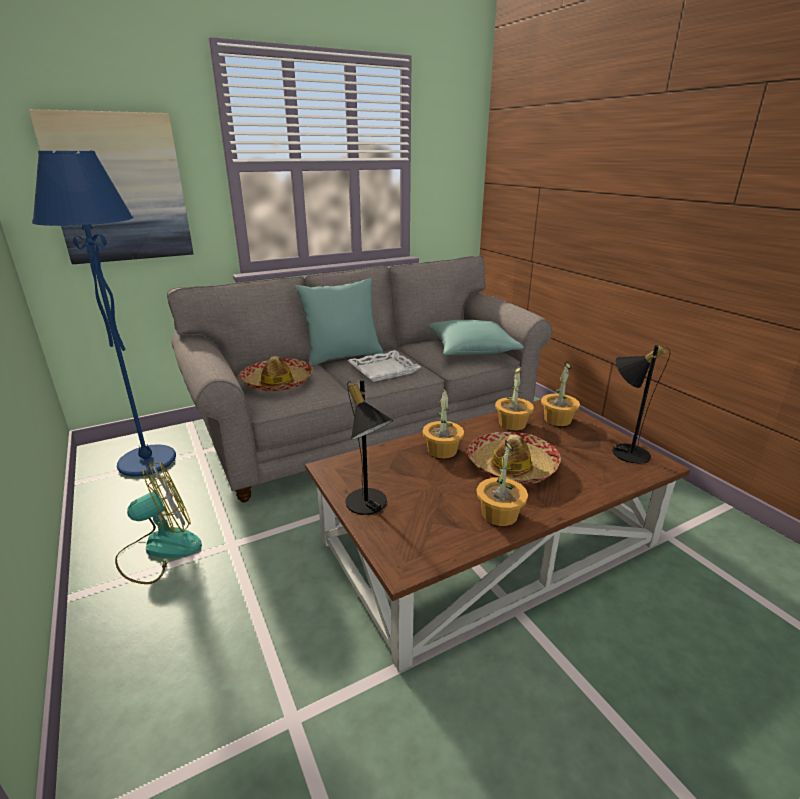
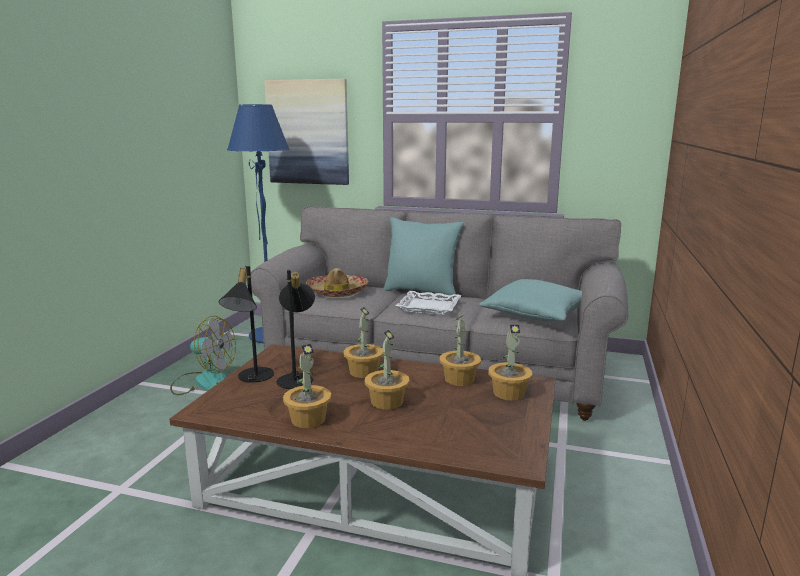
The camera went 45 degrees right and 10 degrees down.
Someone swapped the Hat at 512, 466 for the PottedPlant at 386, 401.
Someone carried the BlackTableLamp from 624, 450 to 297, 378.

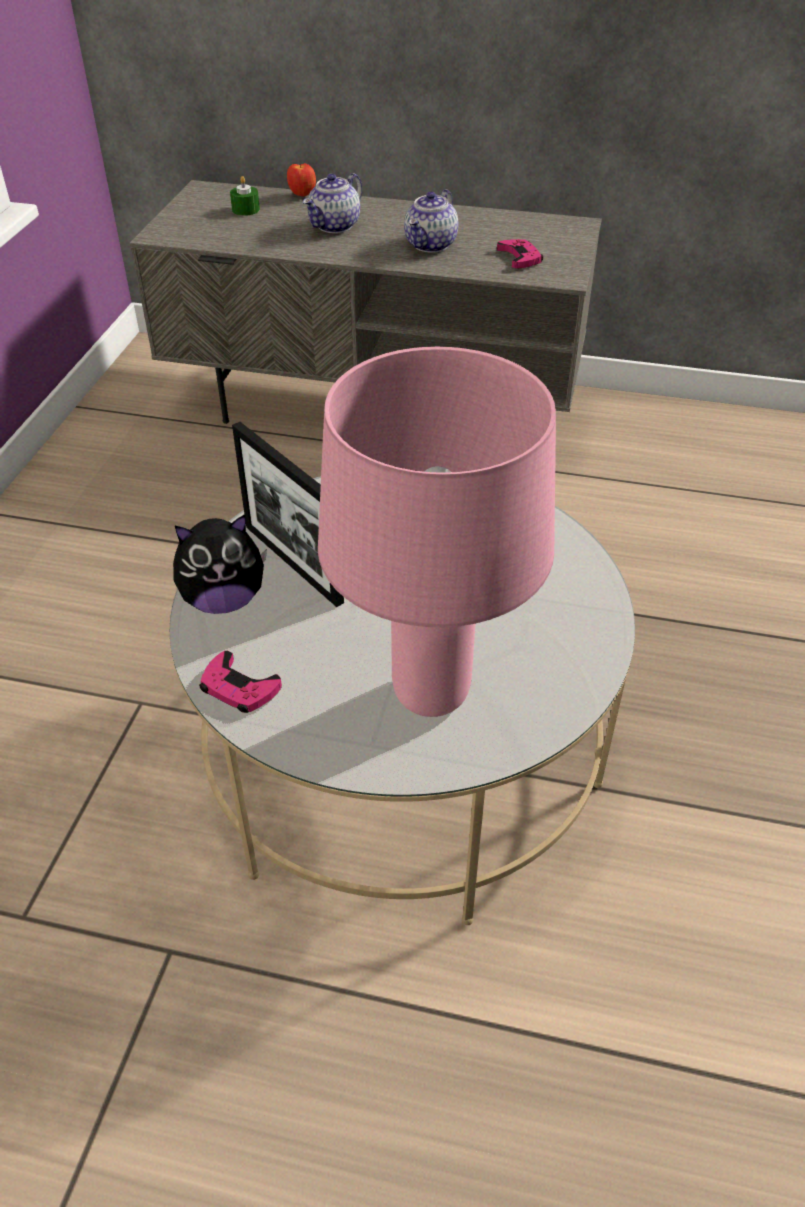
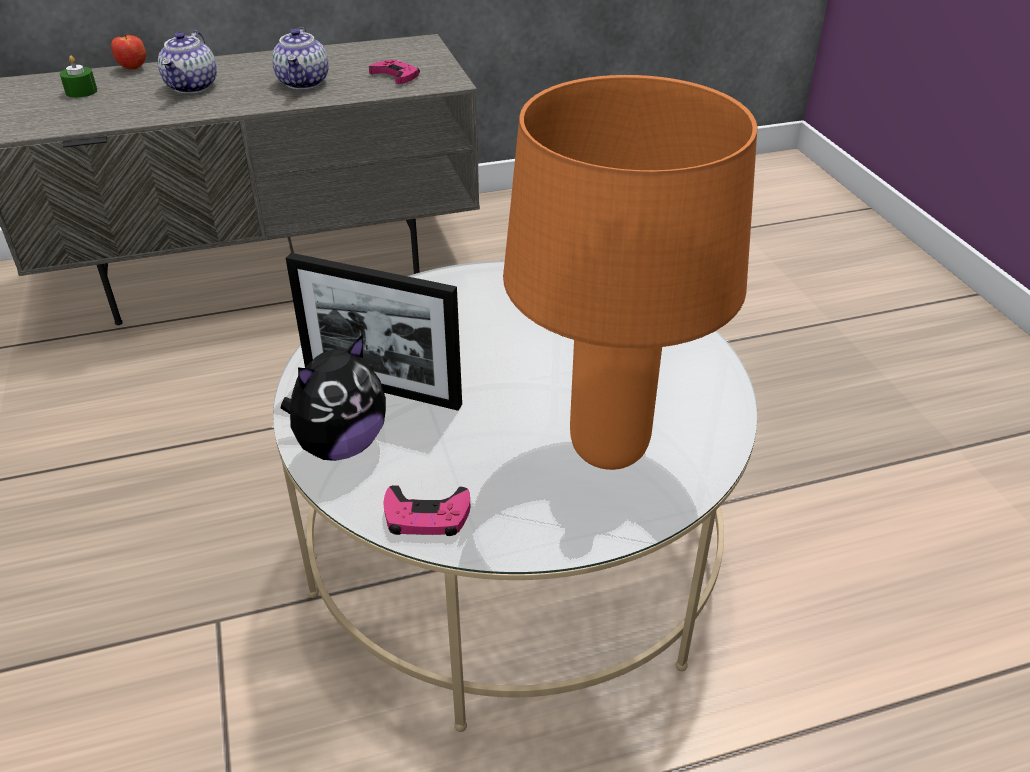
The camera went 30 degrees left and 5 degrees down.
Someone repainted the PinkTableLamp at 429, 693, which became the OrangeTableLamp at 607, 449.

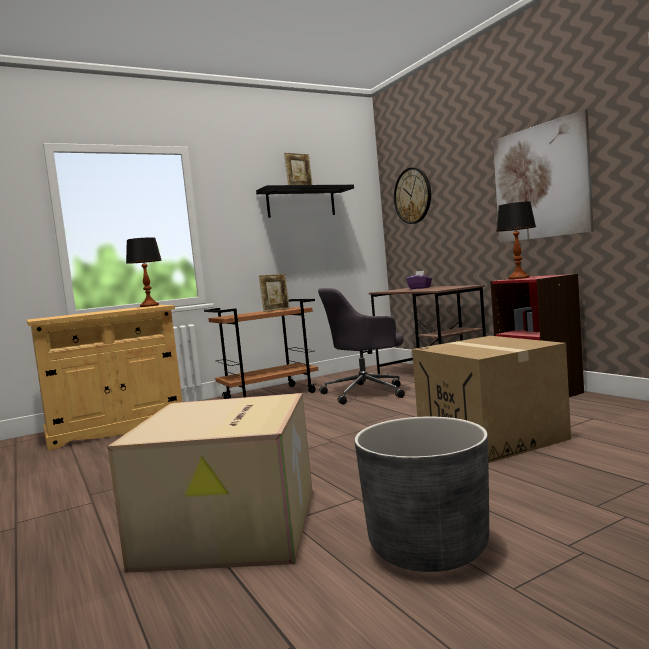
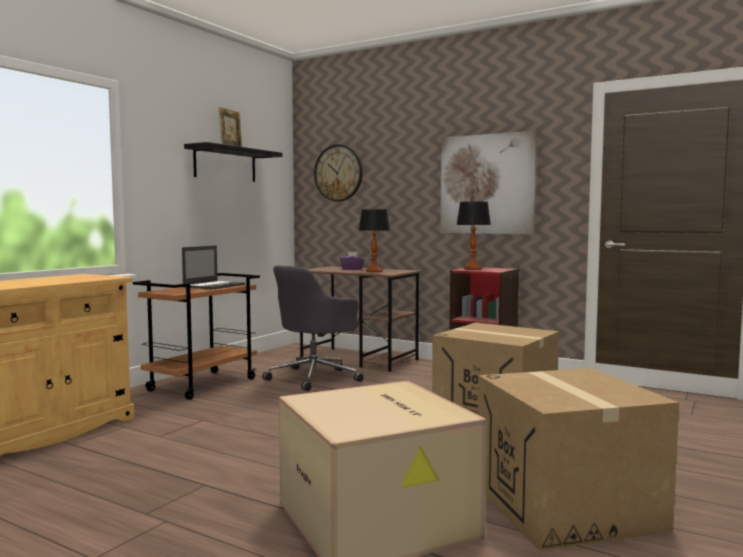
The camera went 30 degrees left and 0 degrees up.
Someone carried the TableLamp from 149, 306 to 374, 271.
Someone swapped the PictureFrame at 276, 310 for the Laptop at 214, 286.
Someone swapped the GreyPlanter at 428, 547 for the CardboardBox at 567, 507.

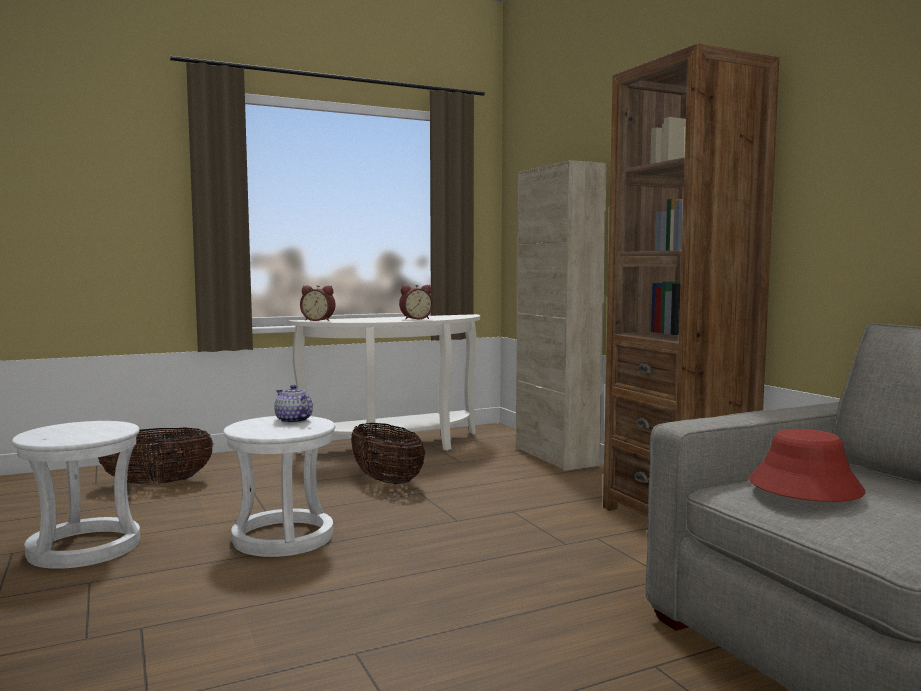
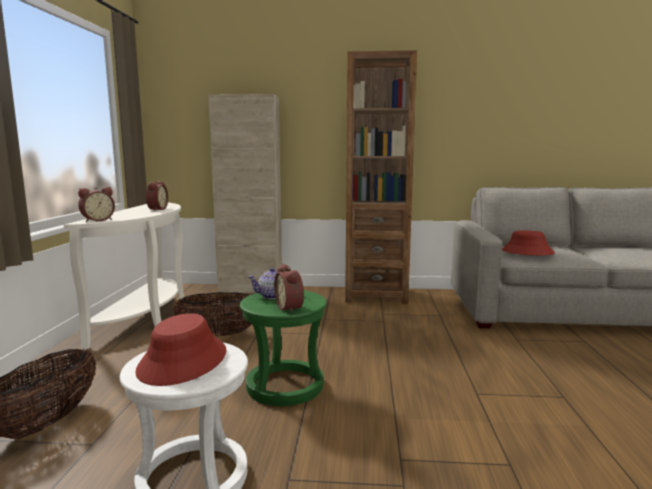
The camera went 60 degrees left and 5 degrees up.
Someone repainted the WhiteStool at 283, 538, which became the GreenStool at 285, 386.
Someone put down the RedHat at 183, 361.
Someone put down the AlarmClock at 291, 308.

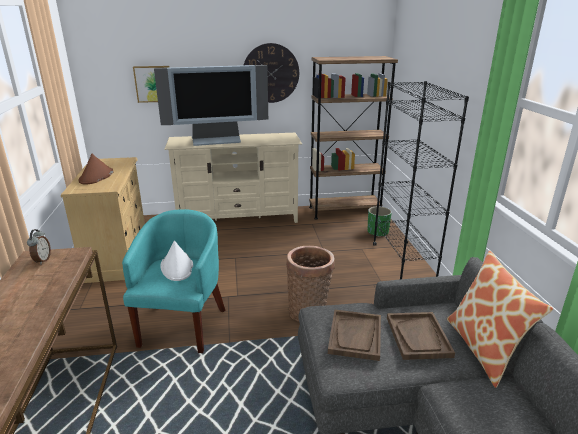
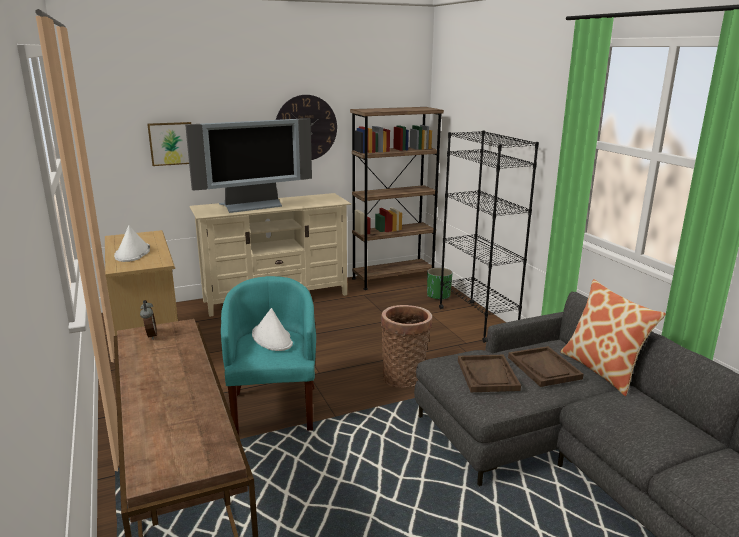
The camera went 15 degrees left and 5 degrees down.
Someone repainted the BrownHat at 96, 177, which became the WhiteHat at 132, 253.

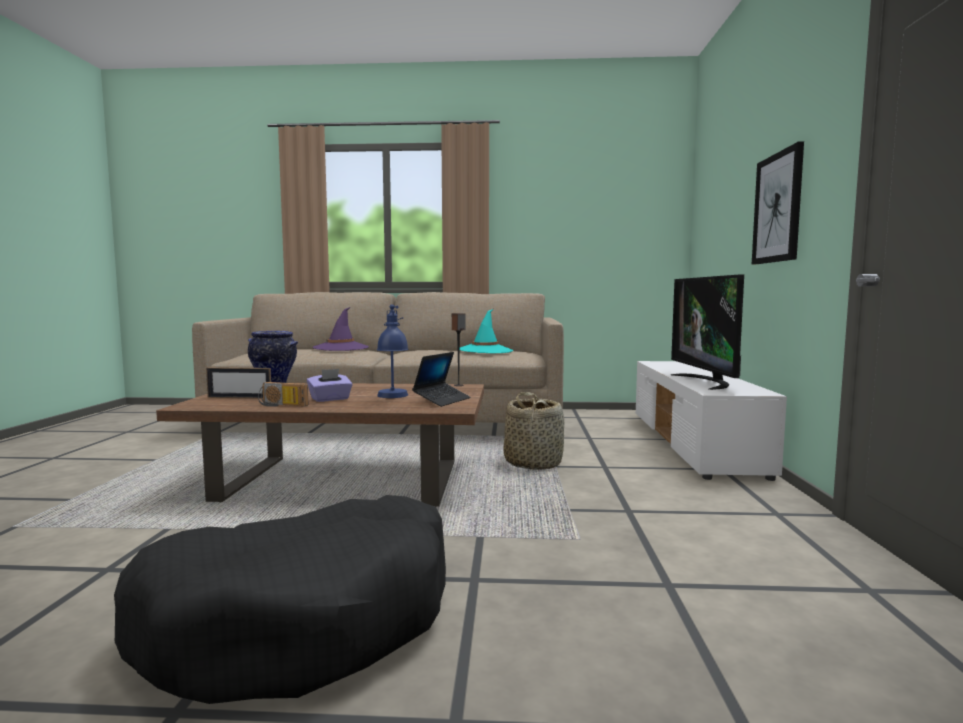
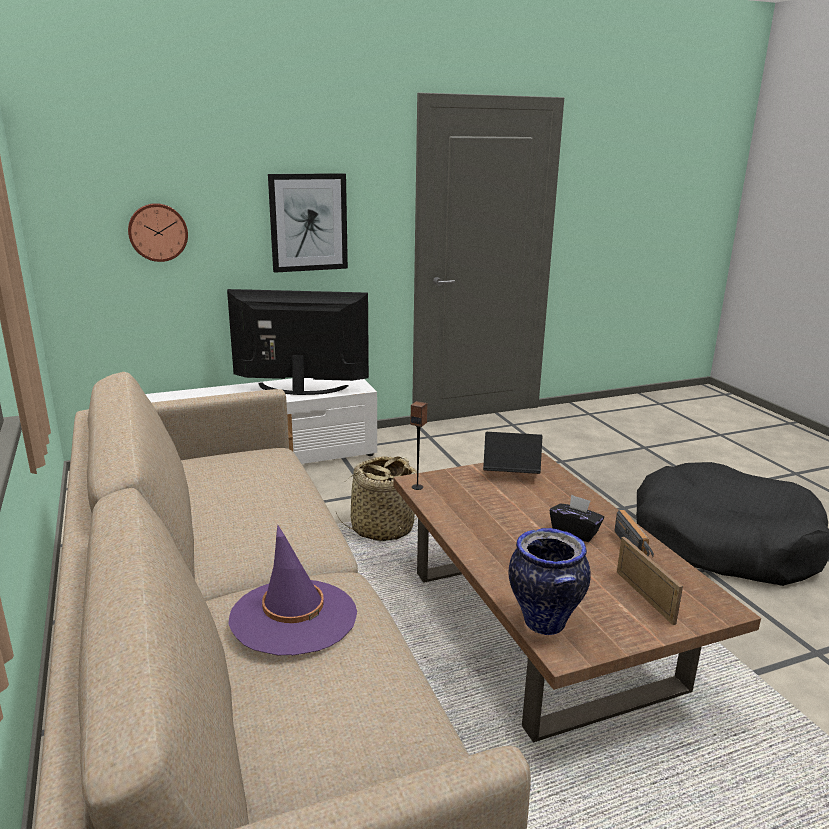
The camera went 115 degrees left and 15 degrees up.
Someone repainted the PurpleTissueBox at 330, 399, which became the BlackTissueBox at 575, 532.
Someone took away the BlueTableLamp at 393, 397.
Someone took away the TurquoiseHat at 485, 350.
Someone rotated the Television at 706, 382 by 150 degrees counterclockwise.
Someone put up the WallClock at 158, 232.

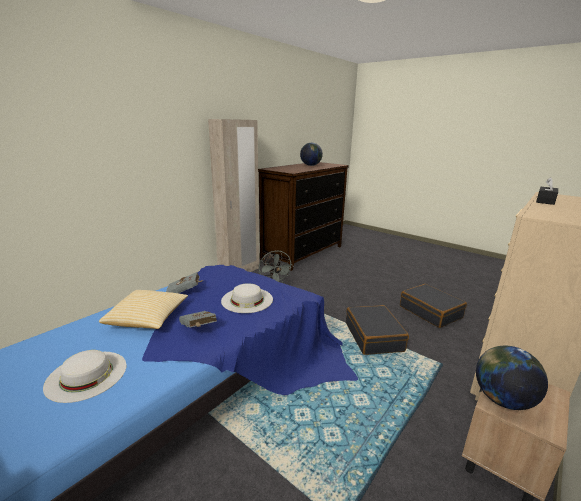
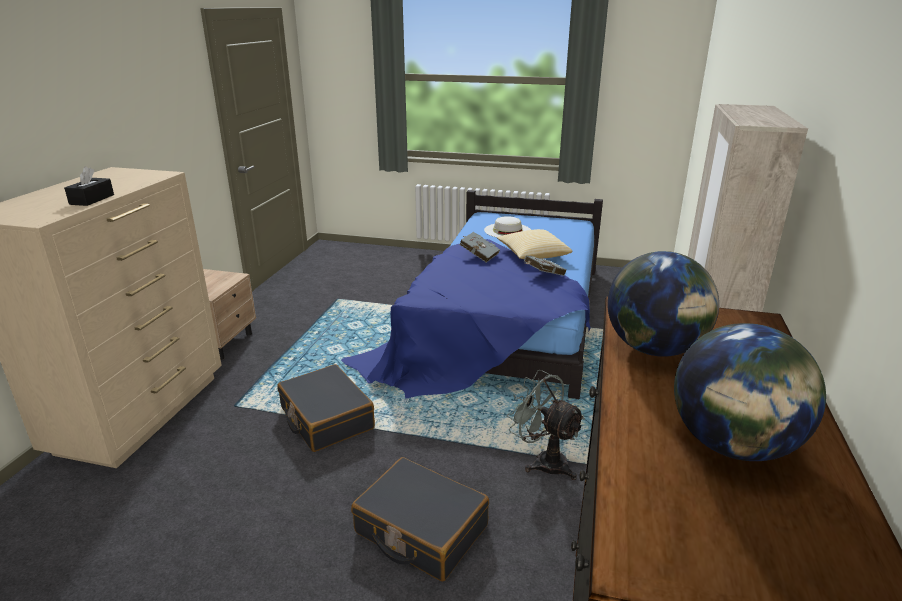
The camera went 155 degrees right and 5 degrees up.
Someone took away the WhiteHat at 247, 300.
Someone carried the BlackSuitcase from 430, 312 to 420, 530.
Someone carried the Globe from 502, 399 to 654, 349.

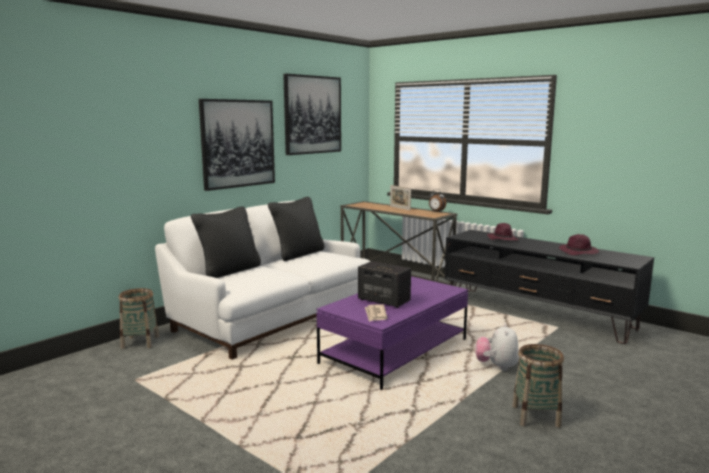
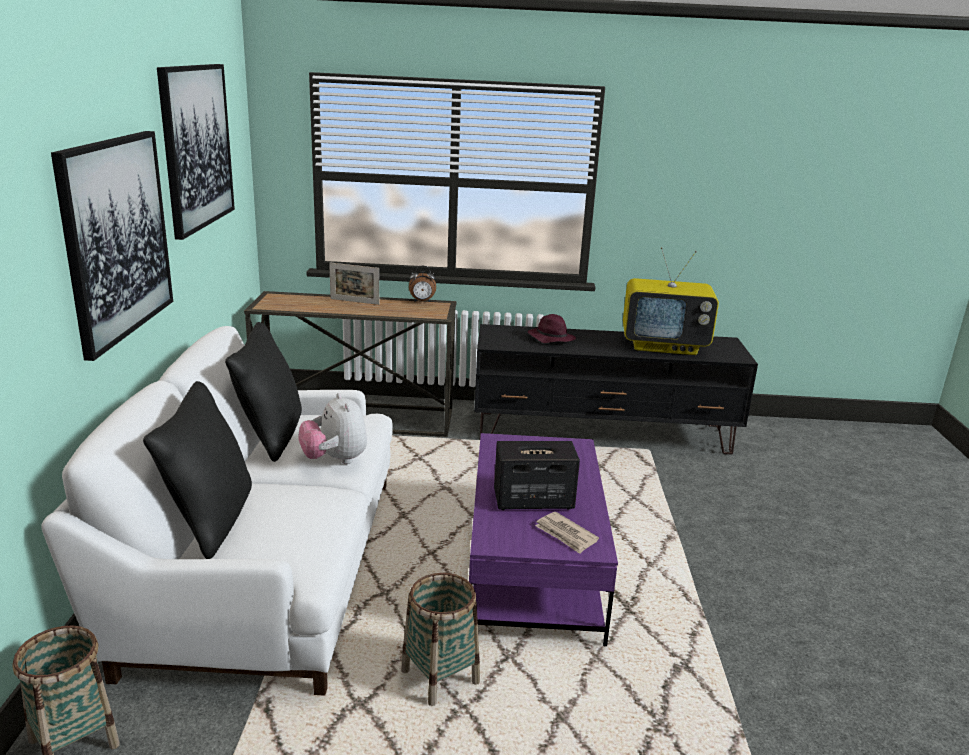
The camera went 40 degrees left and 10 degrees up.
Someone carried the PlushToy from 496, 367 to 335, 460.
Someone carried the Basket from 536, 416 to 440, 677.
Someone swapped the PurpleHat at 579, 252 for the Television at 664, 346.

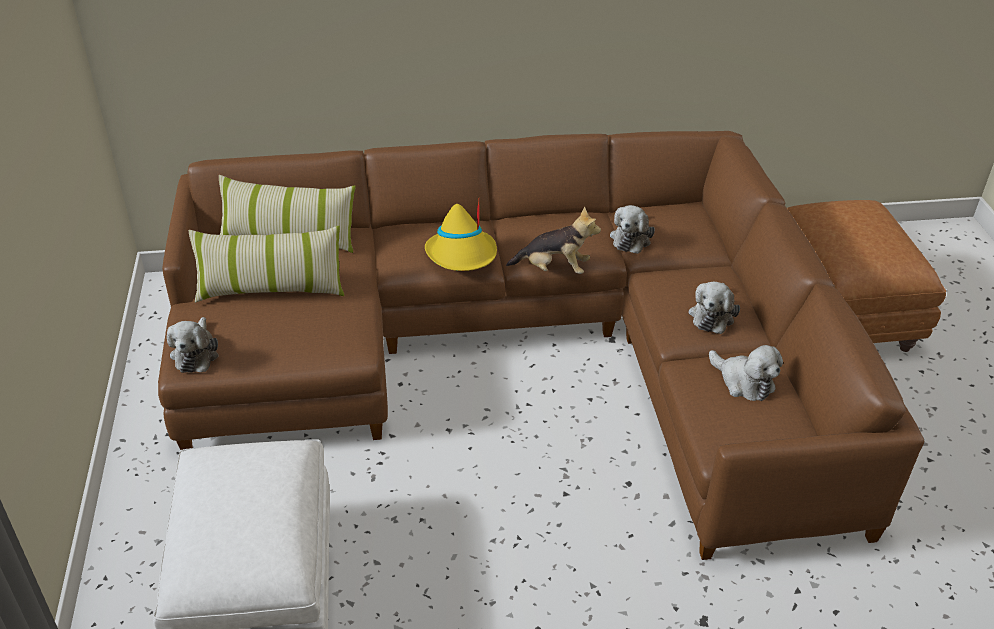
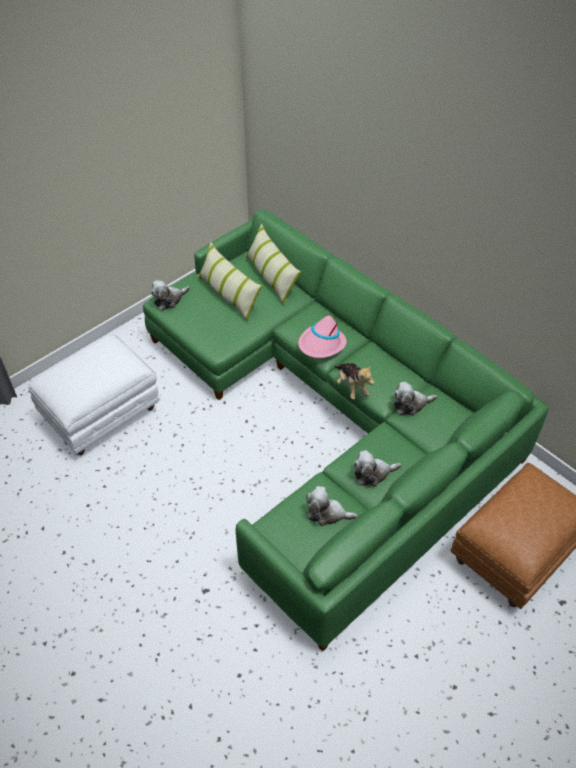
The camera went 55 degrees right and 10 degrees up.
Someone repainted the BrownSofa at 521, 349, which became the GreenSofa at 331, 416.
Someone repainted the YellowHat at 462, 255, which became the PinkHat at 321, 344.
Someone rotated the PlushToy at 743, 382 by 90 degrees clockwise.

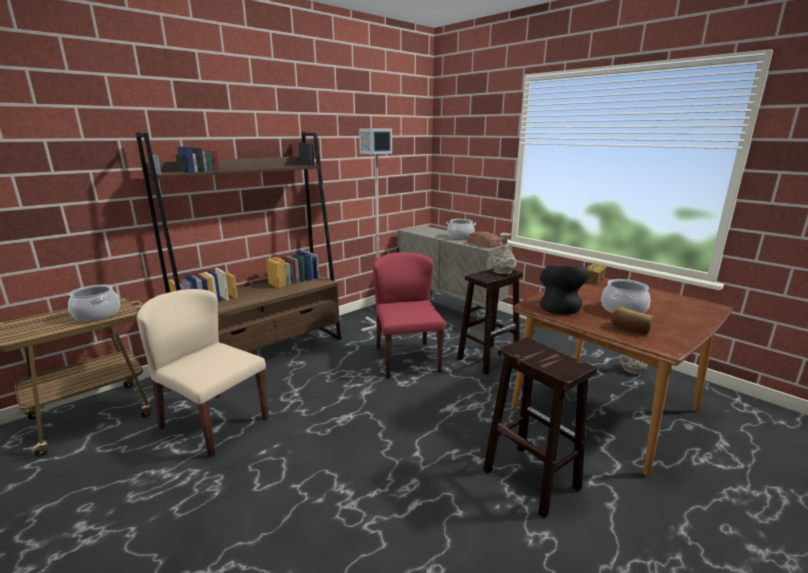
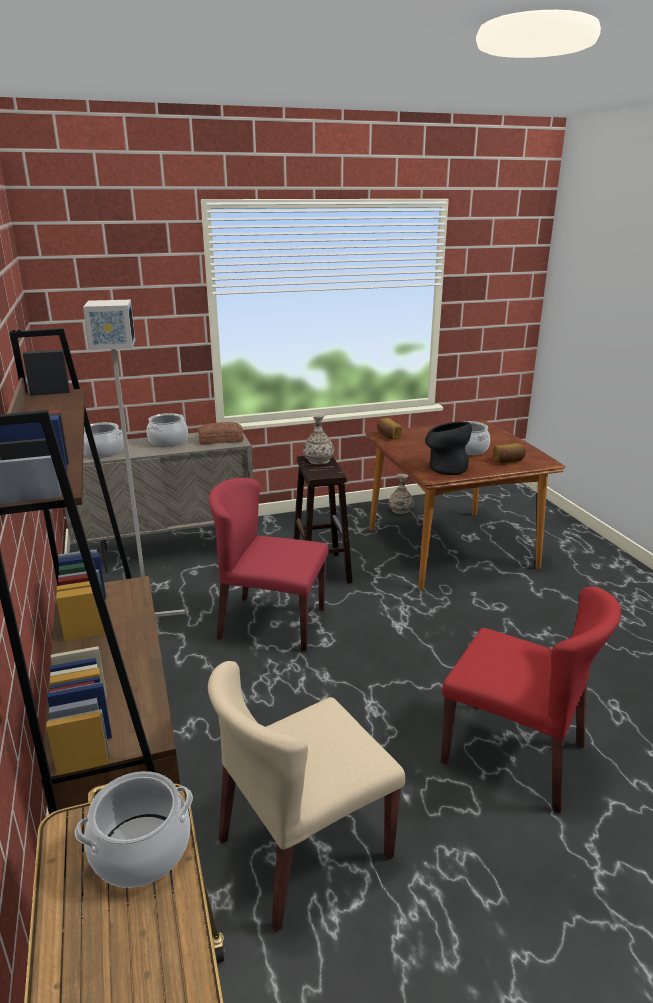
The camera went 65 degrees left and 5 degrees up.
Someone took away the BrownStool at 529, 478.
Someone put down the CookingPot at 103, 452.
Someone put down the RedChair at 515, 754.

